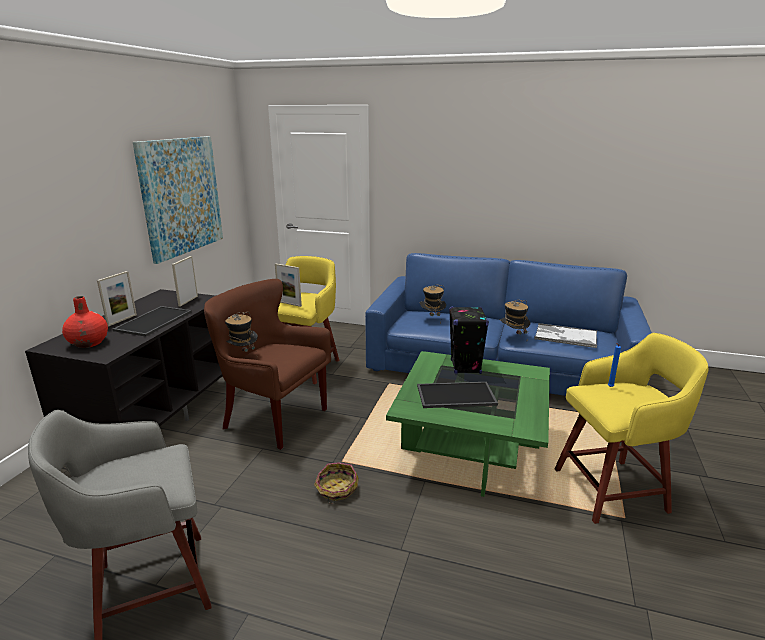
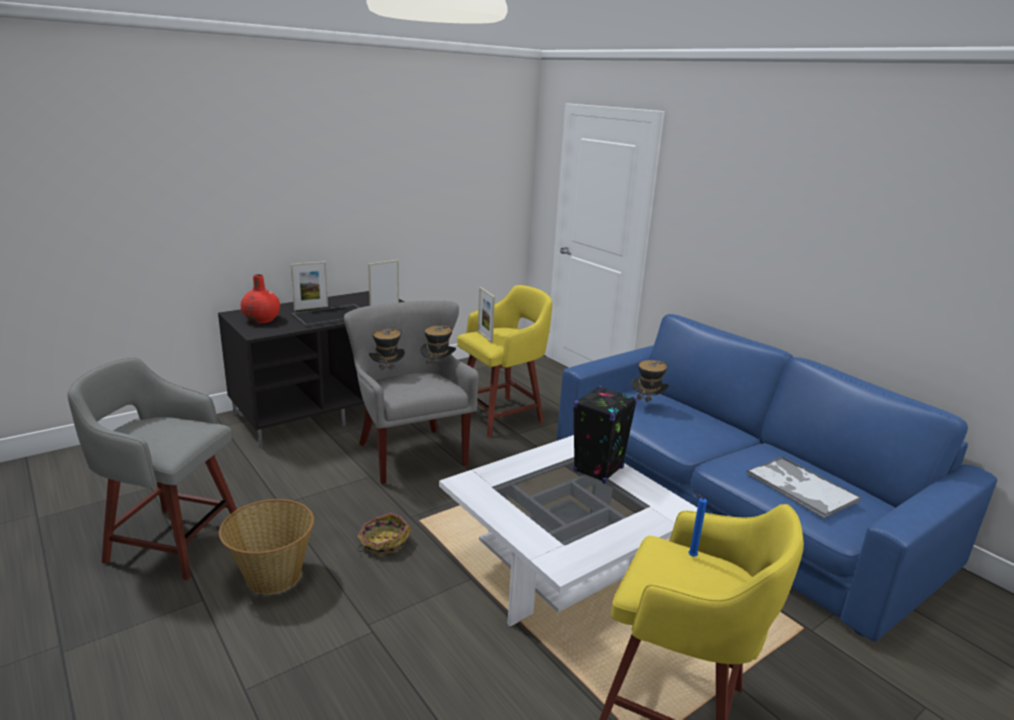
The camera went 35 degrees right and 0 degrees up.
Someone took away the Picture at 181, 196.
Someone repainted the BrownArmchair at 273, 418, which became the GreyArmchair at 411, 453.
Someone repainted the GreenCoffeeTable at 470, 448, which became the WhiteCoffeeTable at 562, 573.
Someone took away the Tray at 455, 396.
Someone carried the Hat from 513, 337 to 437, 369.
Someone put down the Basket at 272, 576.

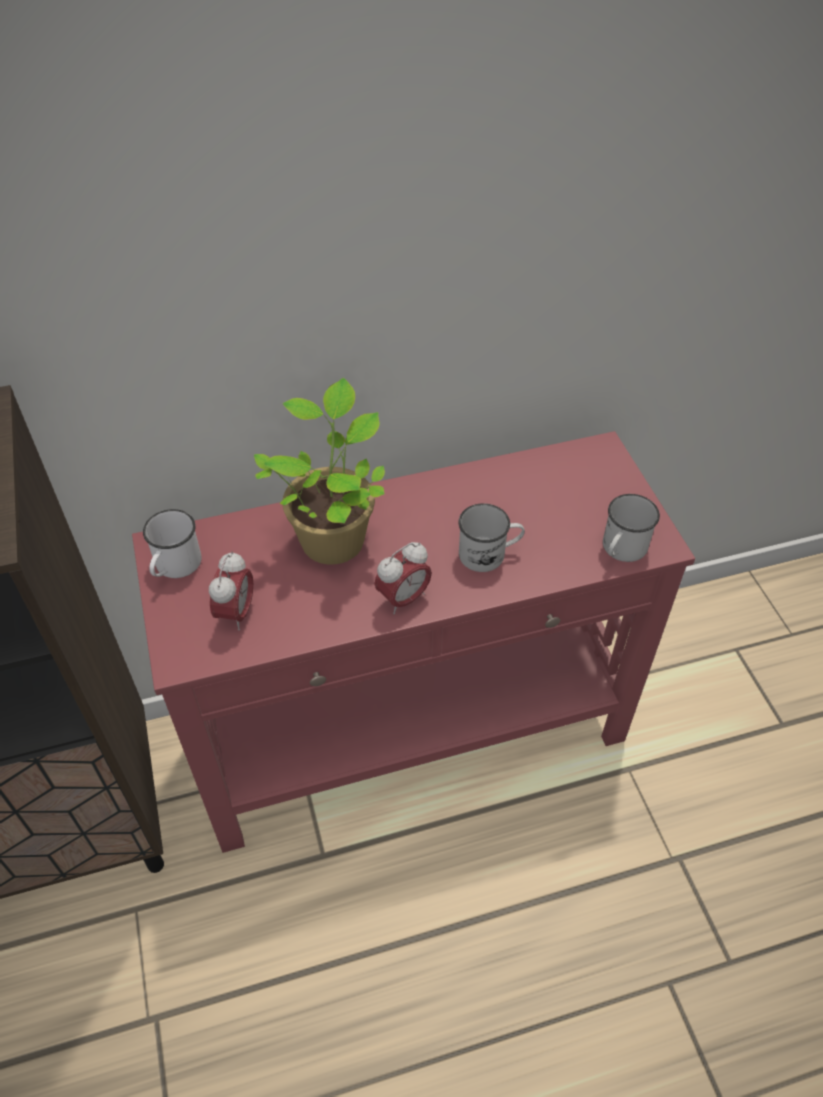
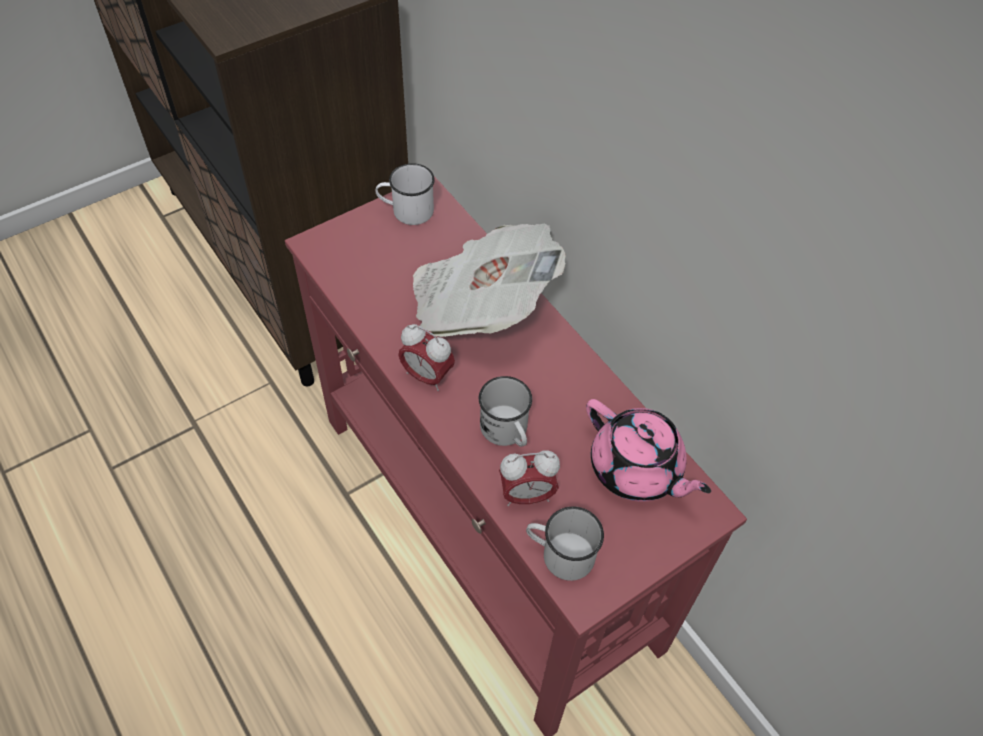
The camera went 70 degrees right and 5 degrees up.
Someone carried the AlarmClock from 236, 613 to 526, 495.
Someone swapped the PottedPlant at 333, 537 for the Newspaper at 480, 305.
Someone put down the PinkTeapot at 636, 469.

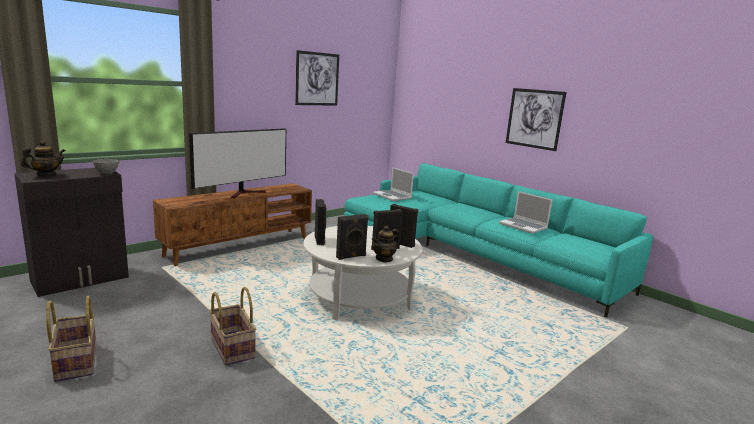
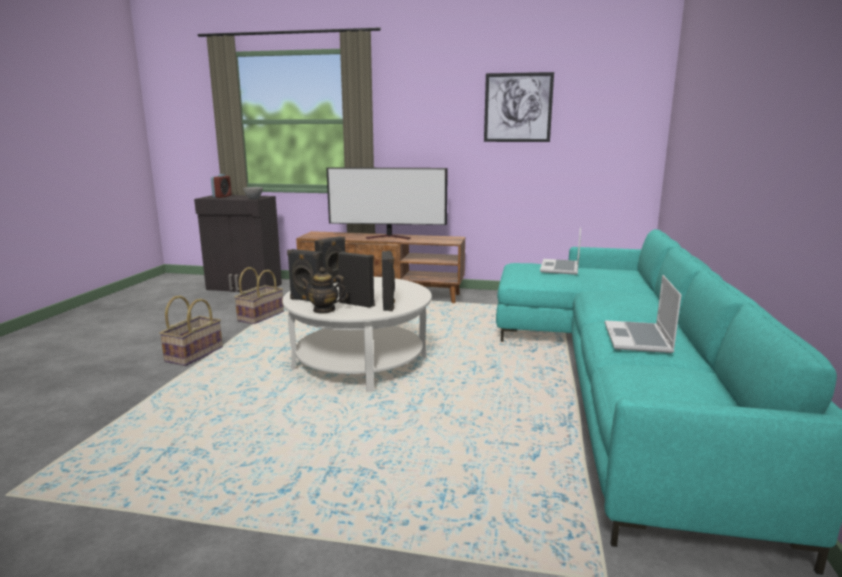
The camera went 55 degrees right and 0 degrees up.
Someone swapped the Teapot at 46, 175 for the AlarmClock at 222, 196.
Someone carried the Basket from 75, 362 to 260, 316.
Someone took away the Picture at 534, 118.

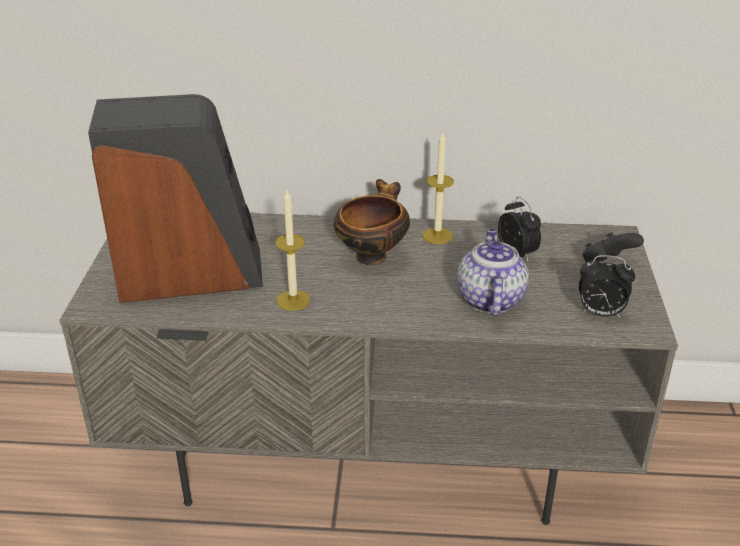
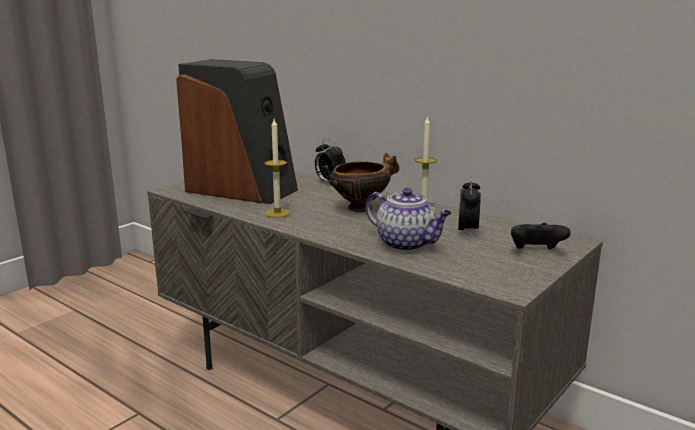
The camera went 35 degrees right and 15 degrees down.
Someone rotated the Teapot at 489, 299 by 90 degrees clockwise.
Someone carried the AlarmClock from 600, 313 to 329, 183.

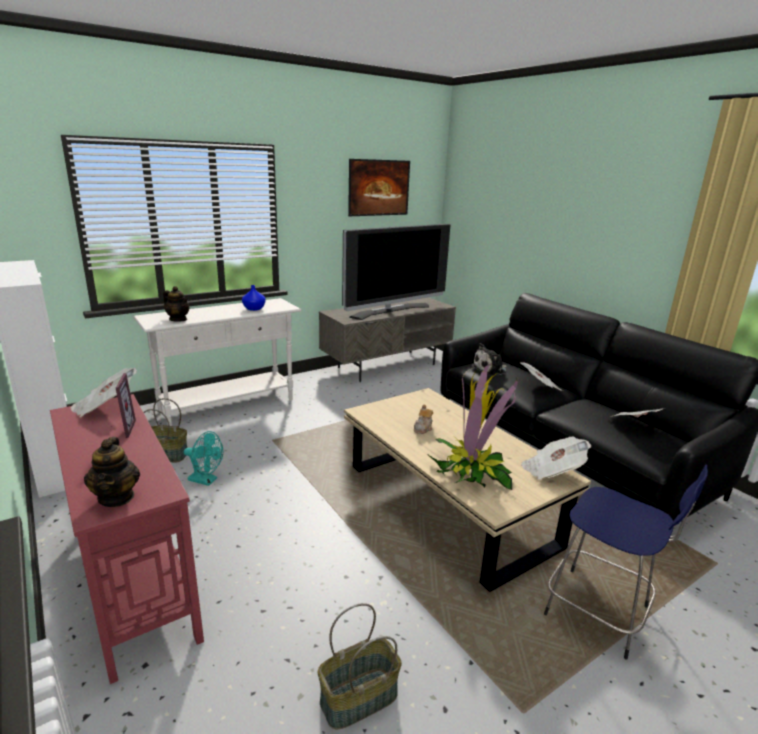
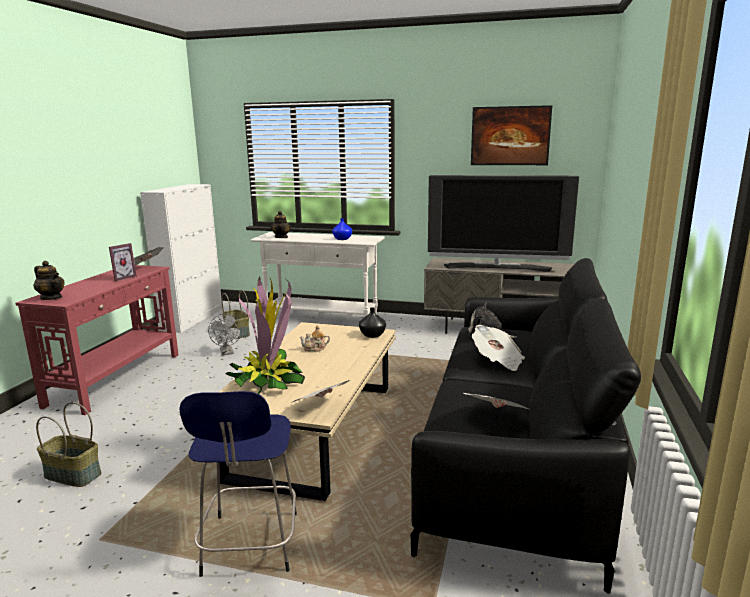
The camera went 50 degrees right and 5 degrees down.
Someone rotated the Teapot at 117, 497 by 90 degrees counterclockwise.
Someone repainted the TurquoiseFan at 206, 480, which became the GreyFan at 227, 352.
Someone put down the BlackVase at 373, 335.

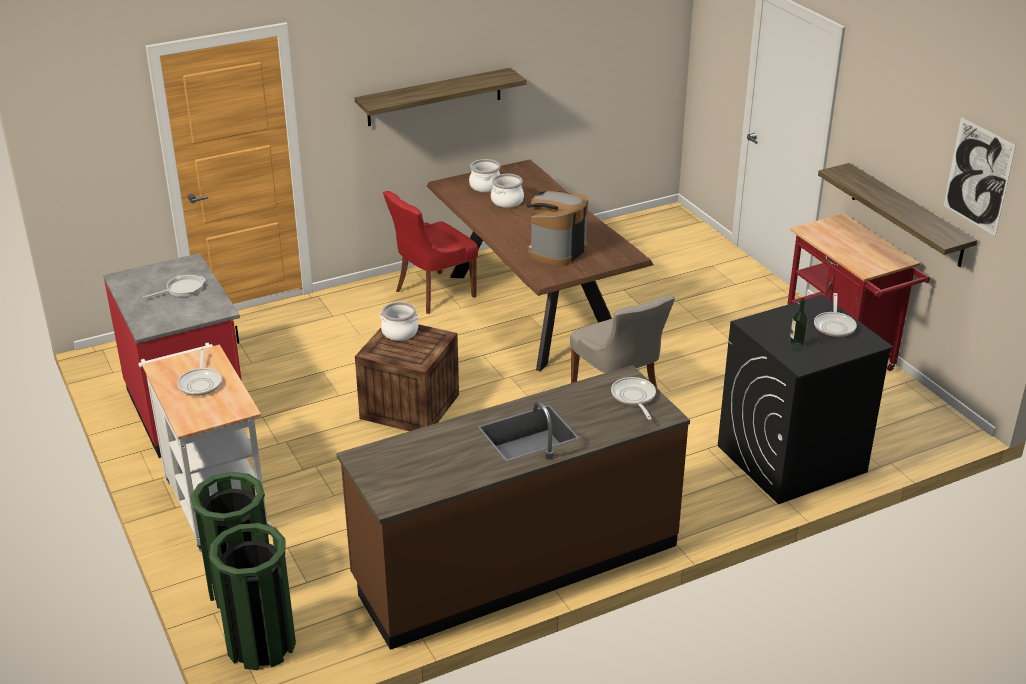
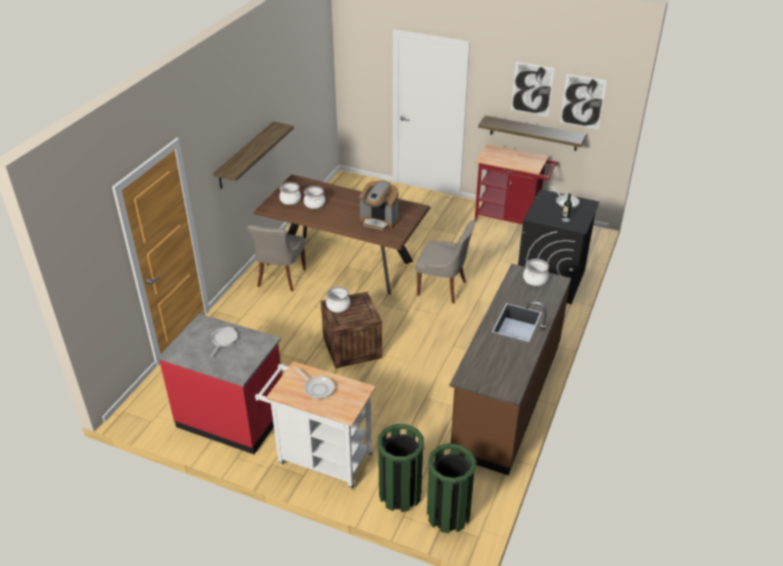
The camera went 40 degrees left and 5 degrees up.
Someone repainted the RedChair at 433, 294, which became the GreyChair at 280, 278.
Someone rotated the CoffeeMachine at 556, 251 by 60 degrees counterclockwise.
Someone swapped the FryingPan at 634, 398 for the CookingPot at 535, 279.
Someone put up the Picture at 532, 89.

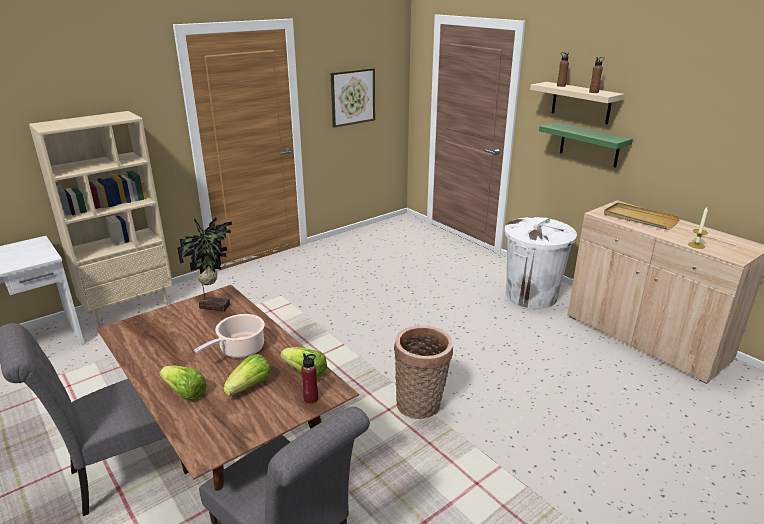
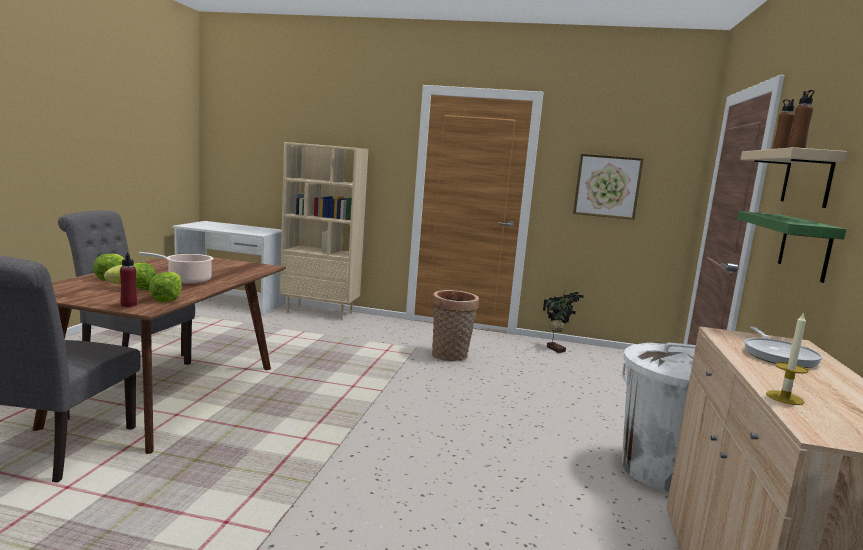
The camera went 50 degrees right and 15 degrees down.
Someone carried the PottedPlant from 215, 305 to 556, 349.
Someone carried the Basket from 421, 405 to 450, 357.
Someone swapped the BeigeTray at 639, 218 for the FryingPan at 778, 355.

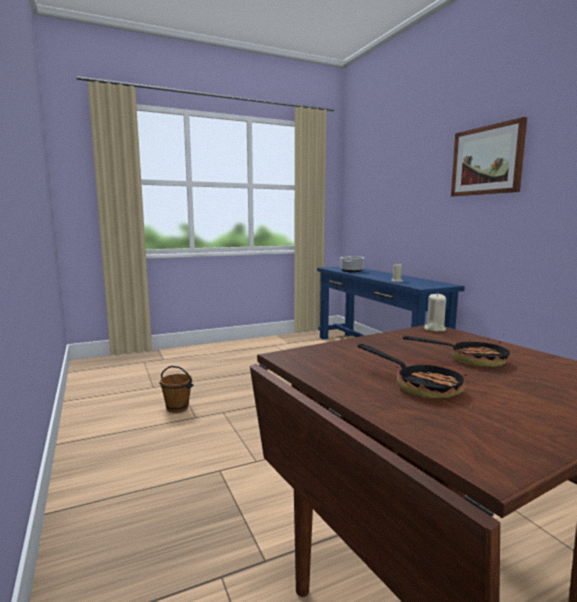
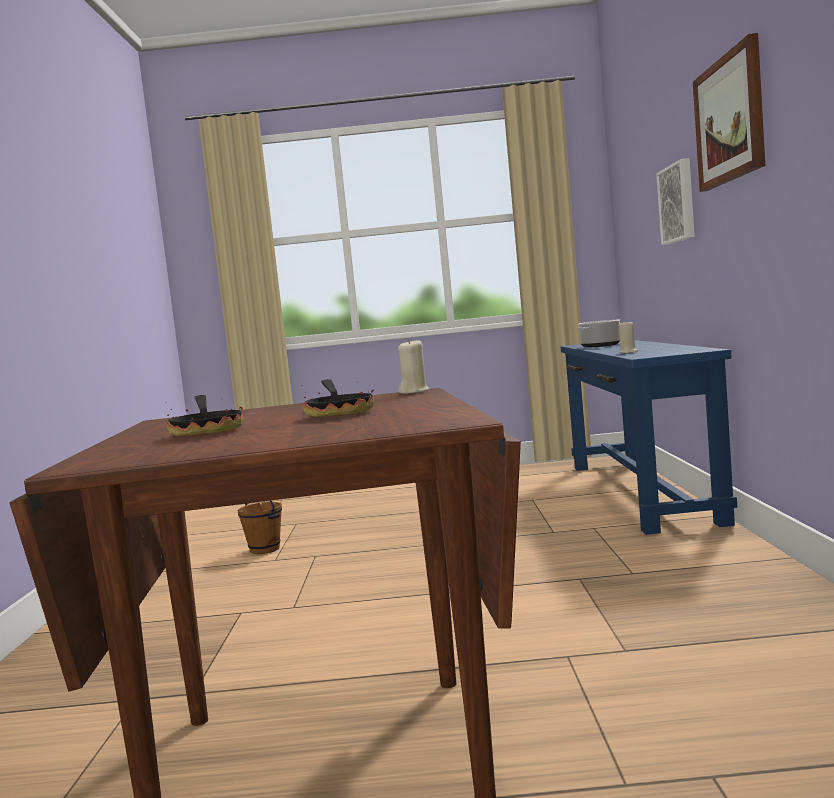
The camera went 25 degrees right and 5 degrees down.
Someone rotated the FryingPan at 469, 360 by 45 degrees clockwise.
Someone put up the Picture at 679, 203.

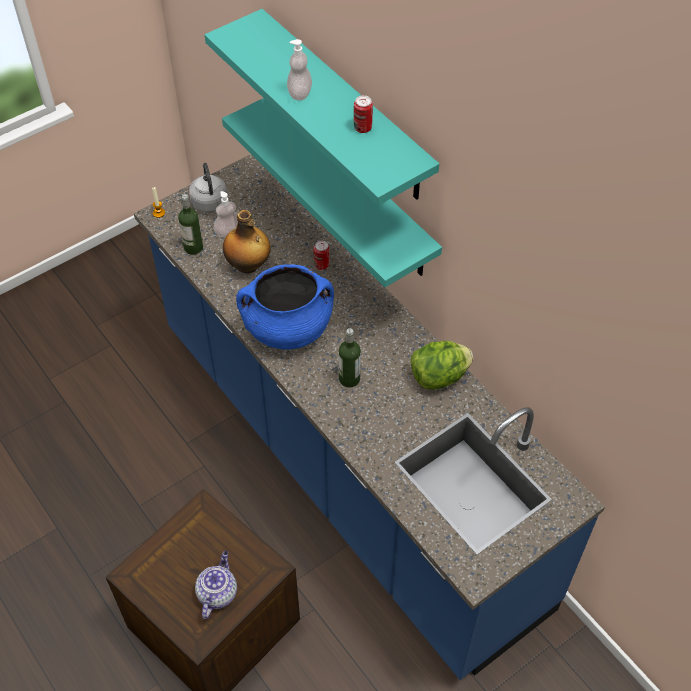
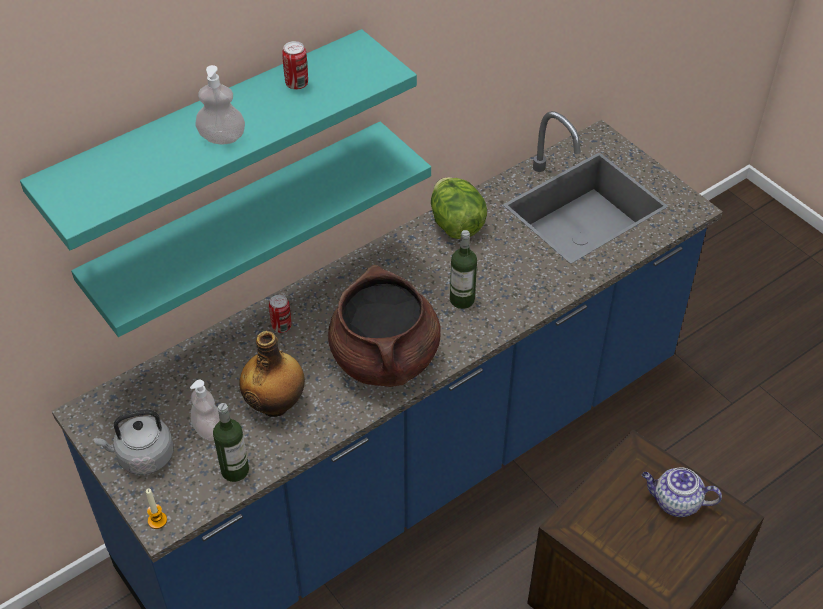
The camera went 90 degrees left and 5 degrees down.
Someone repainted the BlueCookingPot at 288, 328, which became the BrownCookingPot at 385, 358.

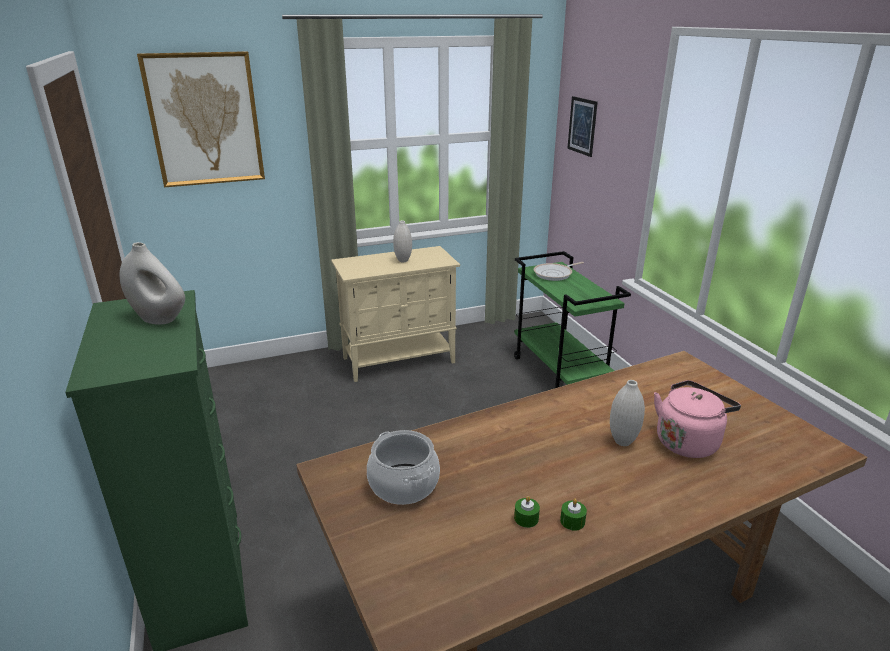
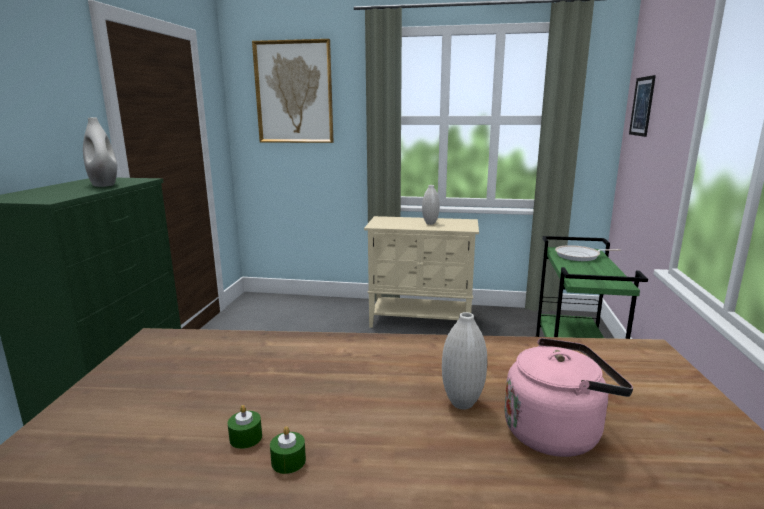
The camera went 30 degrees right and 10 degrees down.
Someone took away the CookingPot at 404, 484.

